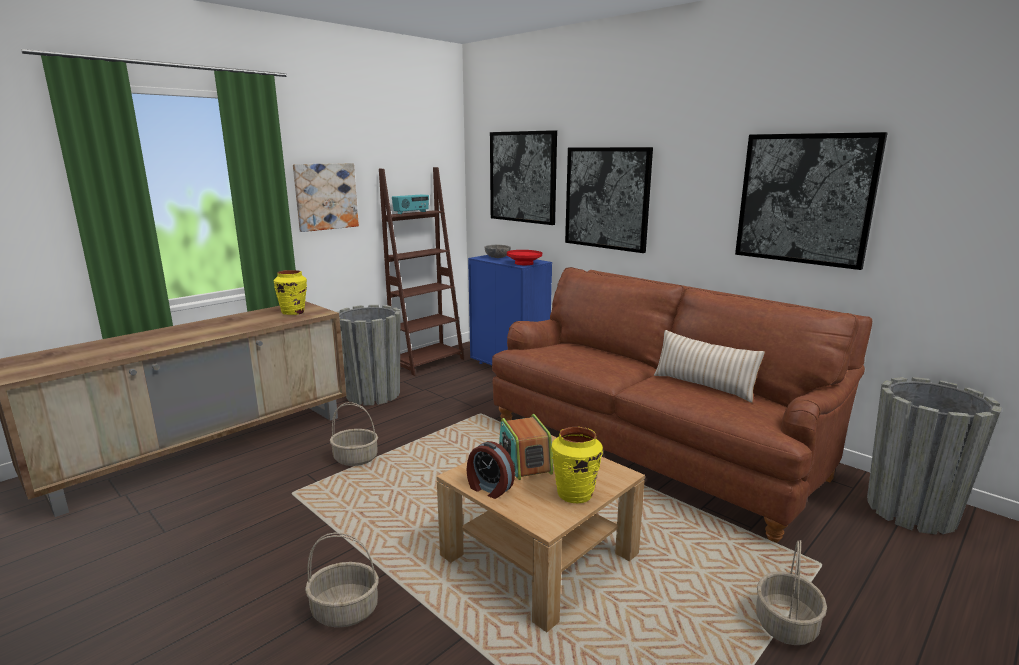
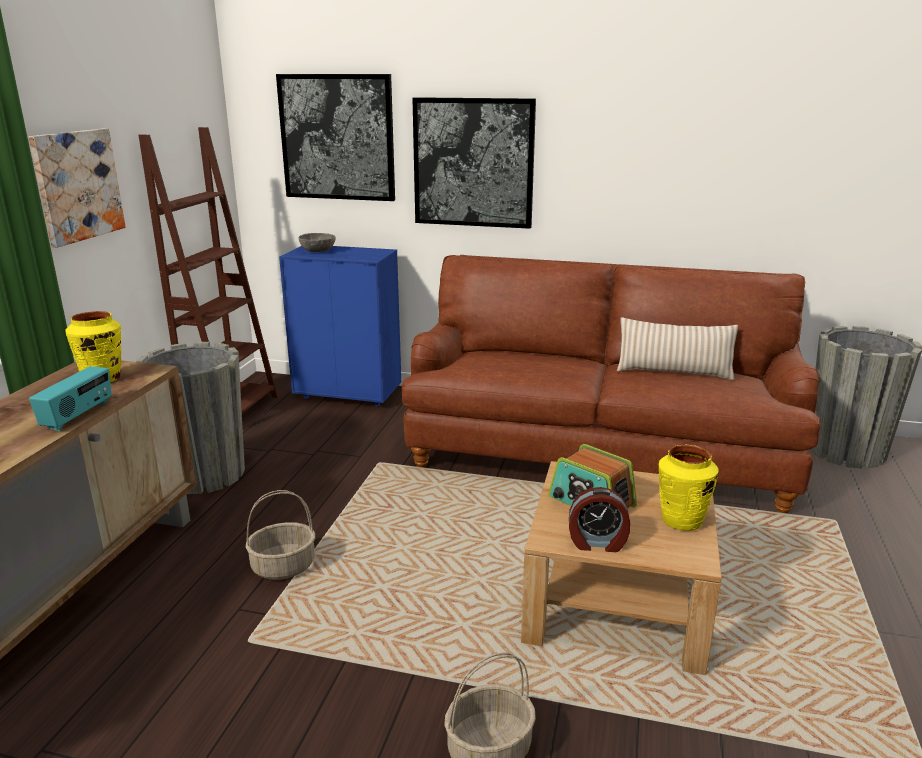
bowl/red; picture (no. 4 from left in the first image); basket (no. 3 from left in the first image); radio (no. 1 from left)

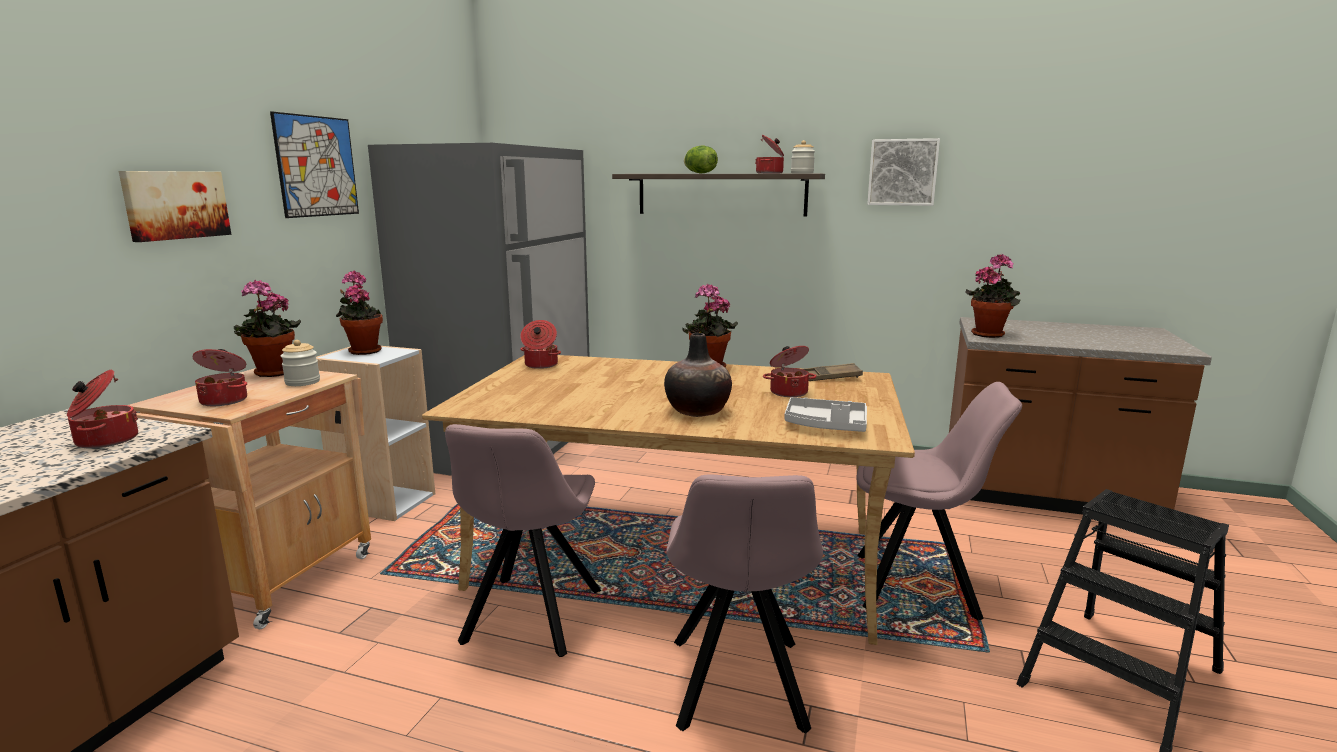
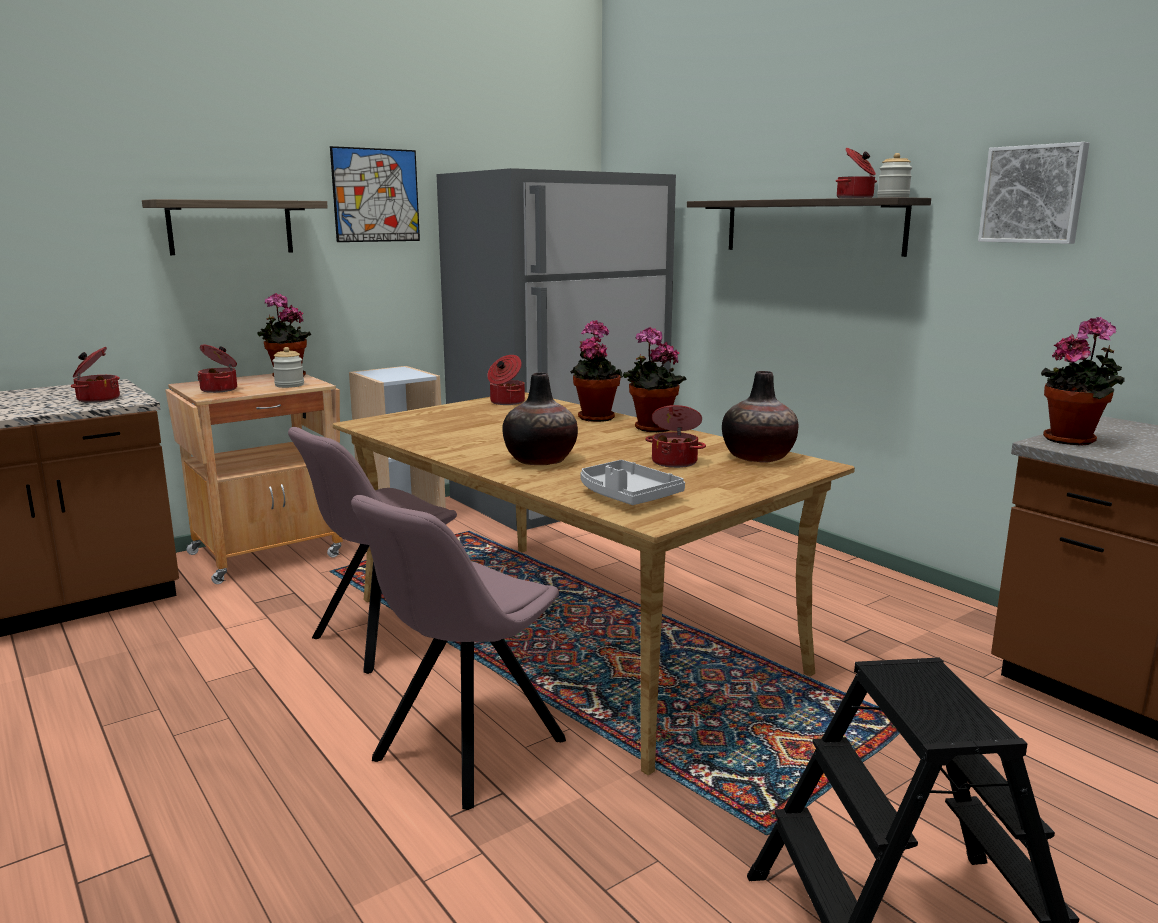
lettuce; chair/pink (no. 3 from left in the first image); potted plant (no. 2 from left); shelf (no. 1 from left); vase (no. 2 from left)

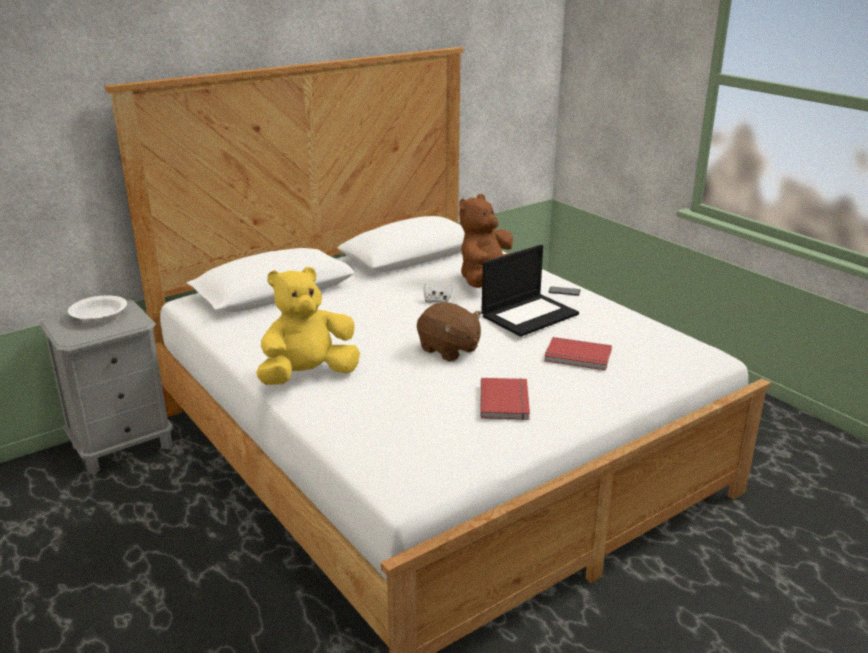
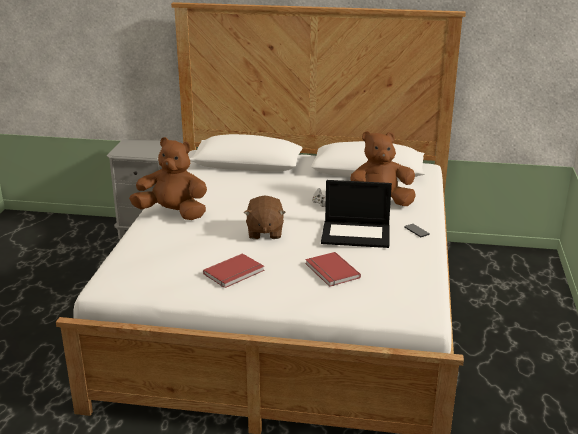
bowl/white; plush toy/brown (no. 1 from left)

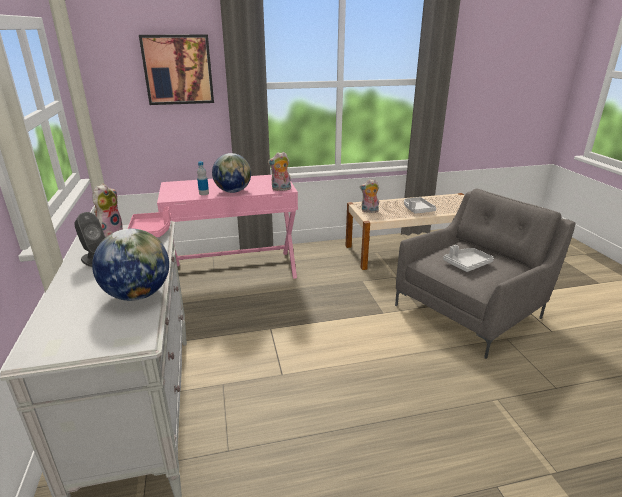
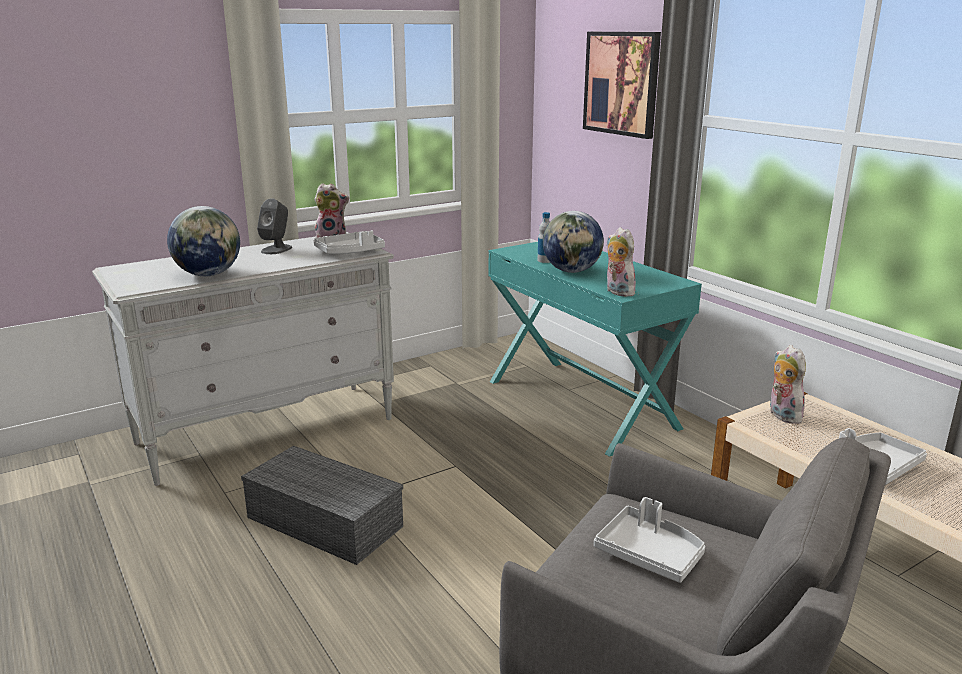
storage box/grey; tray/grey (no. 1 from left); desk/turquoise

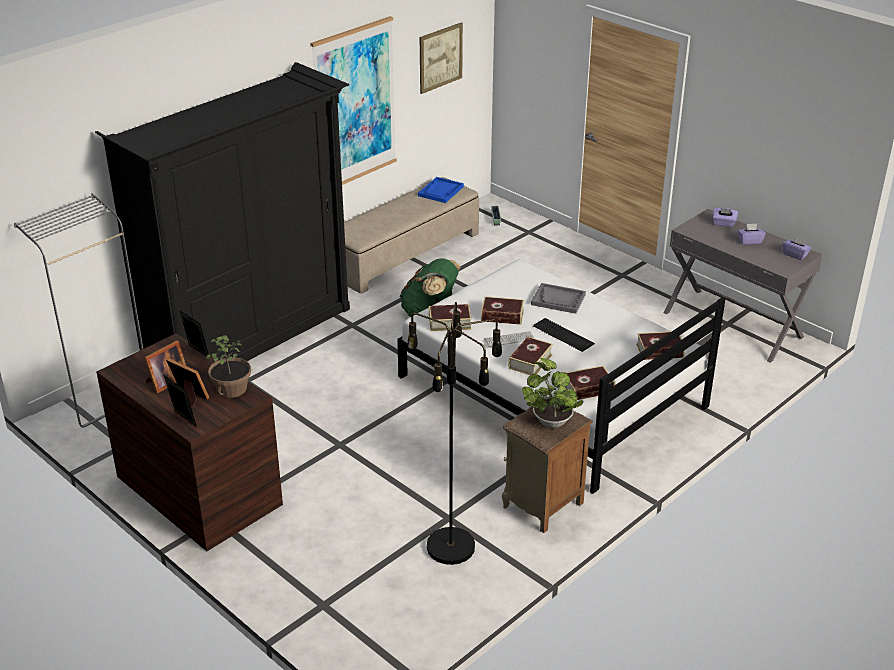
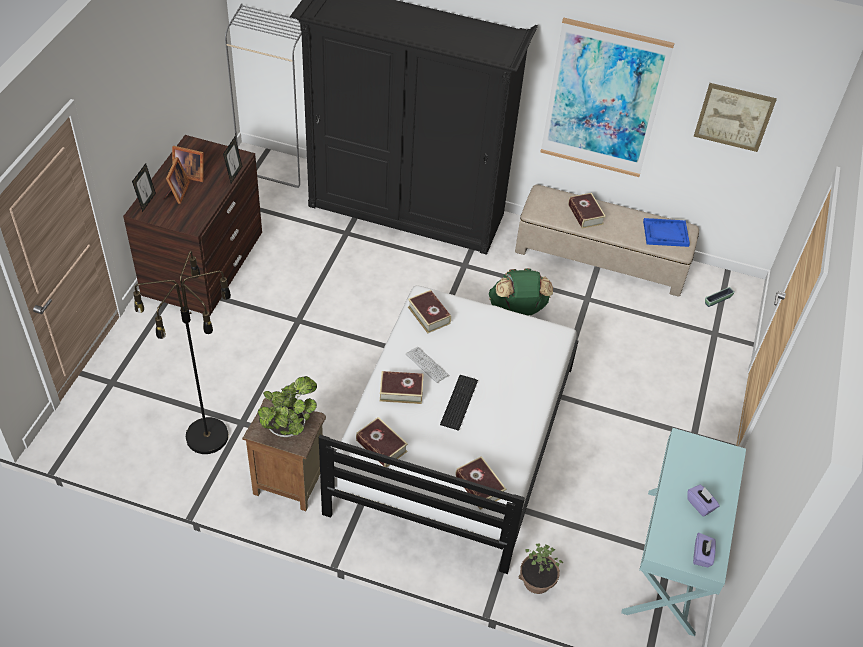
tray/grey; tissue box/purple (no. 1 from left in the first image); potted plant (no. 2 from left); book (no. 5 from left); desk/turquoise

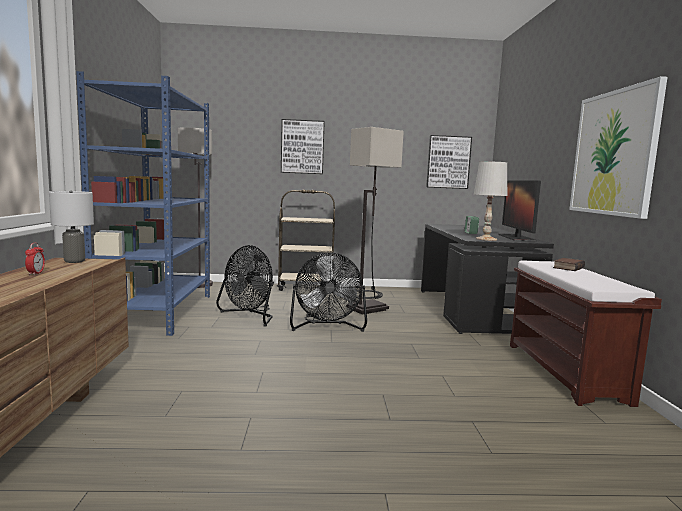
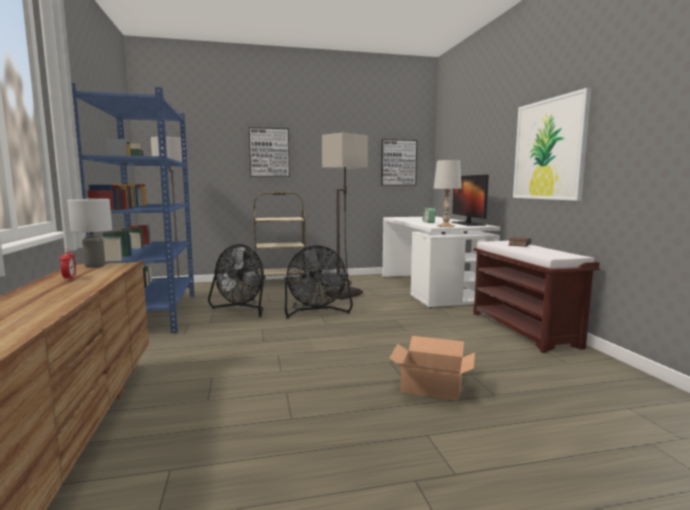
cardboard box; desk/white

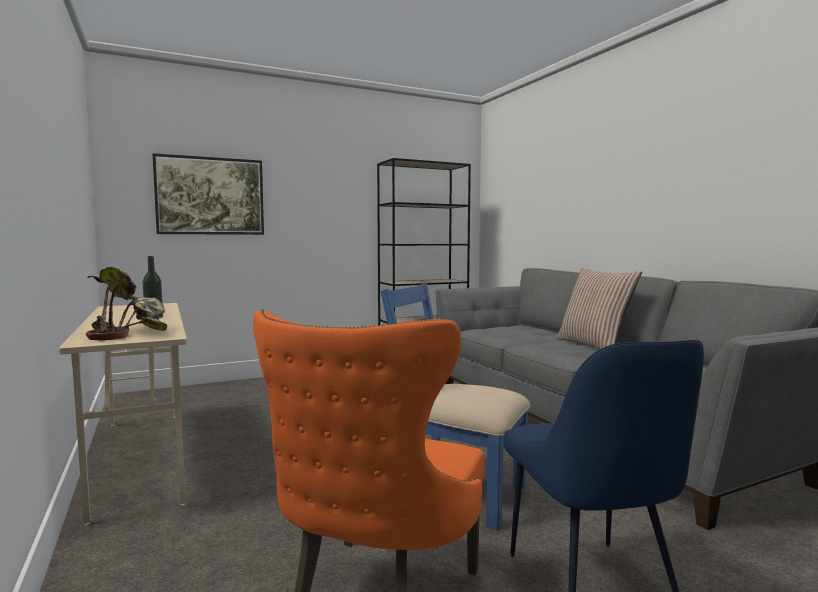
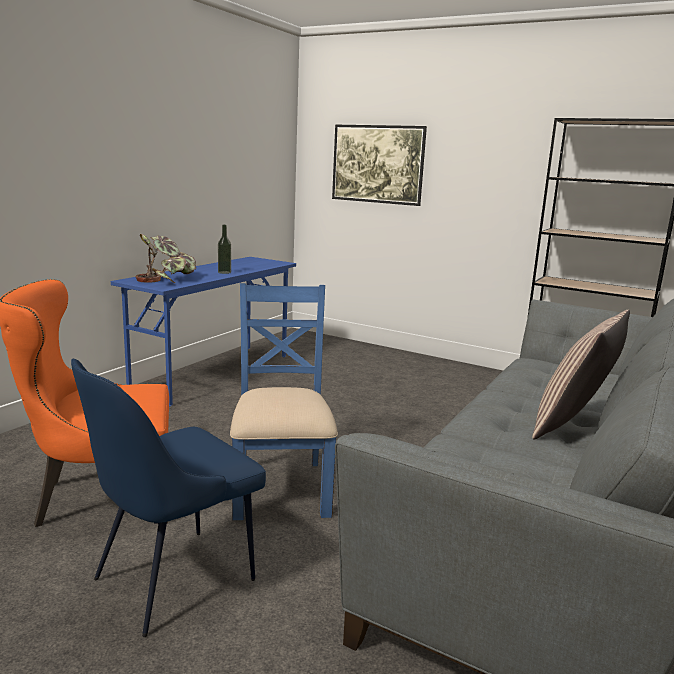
desk/blue

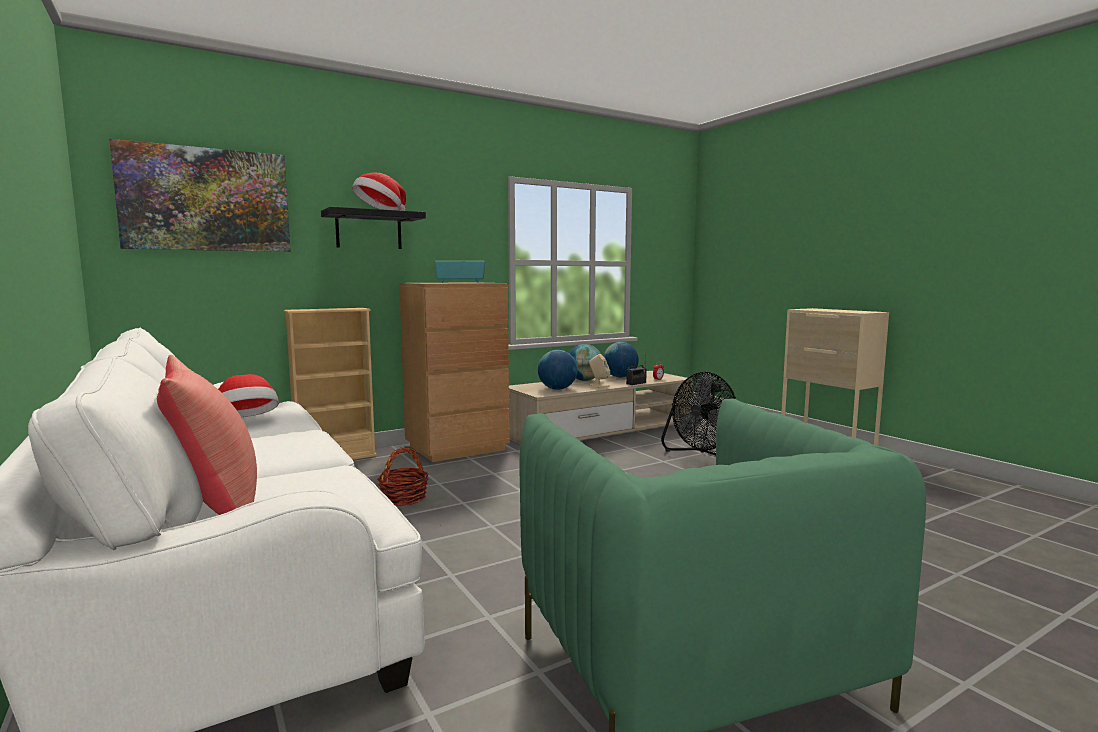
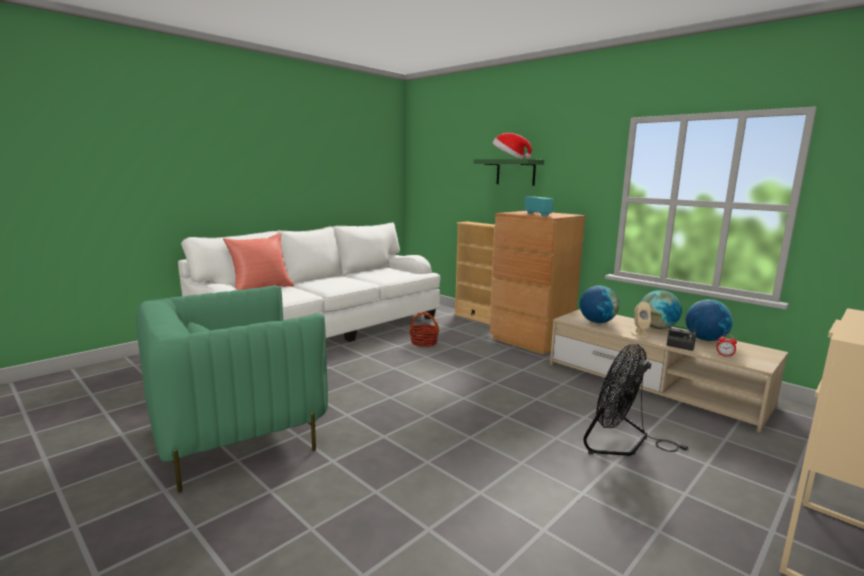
picture; hat (no. 1 from left in the first image); shelf/green

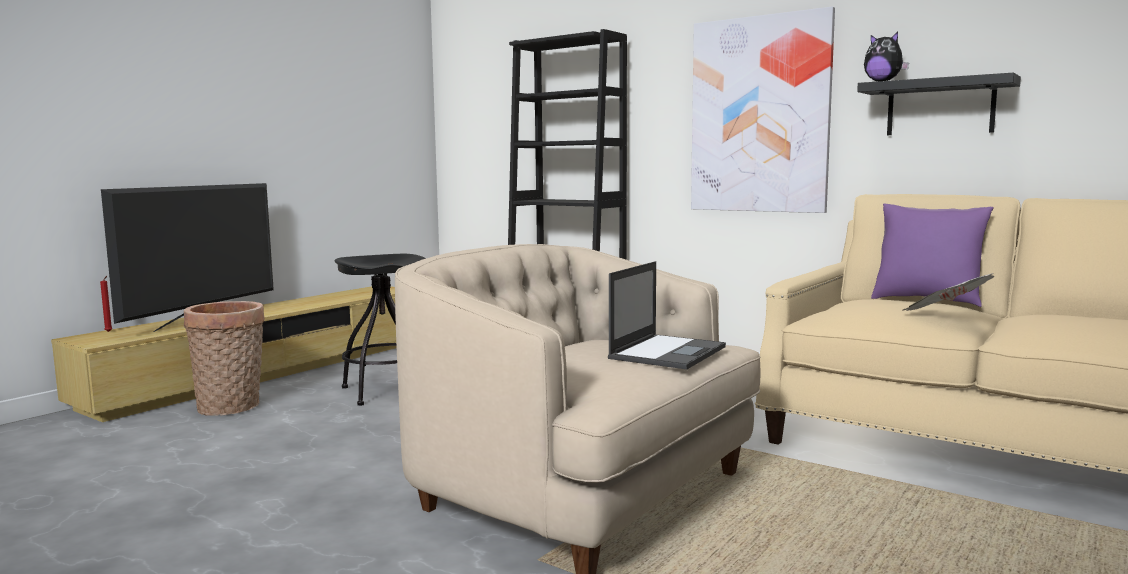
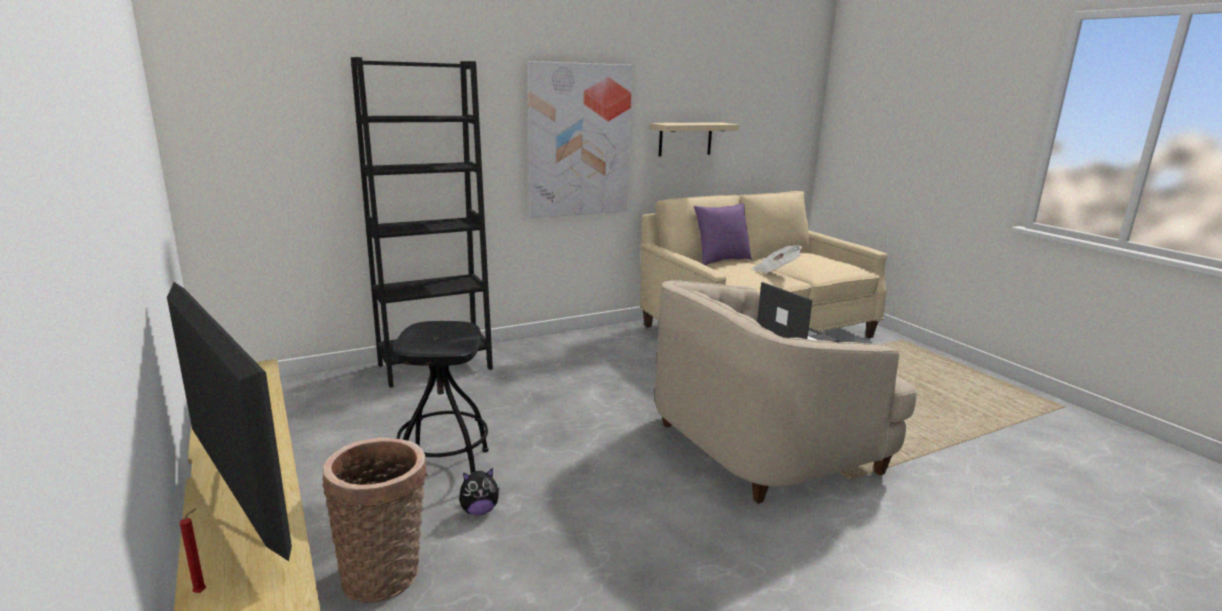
plush toy; shelf/beige

